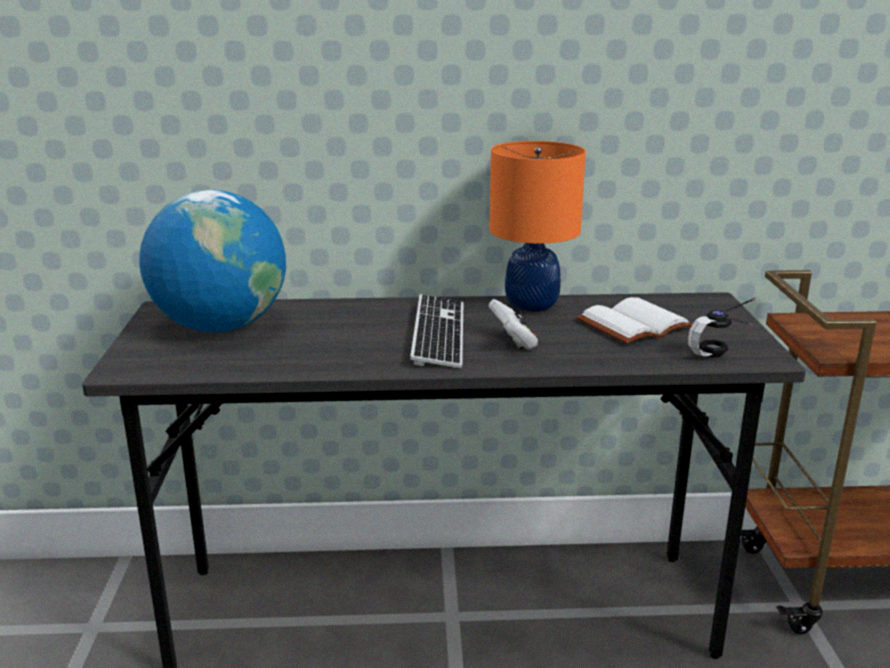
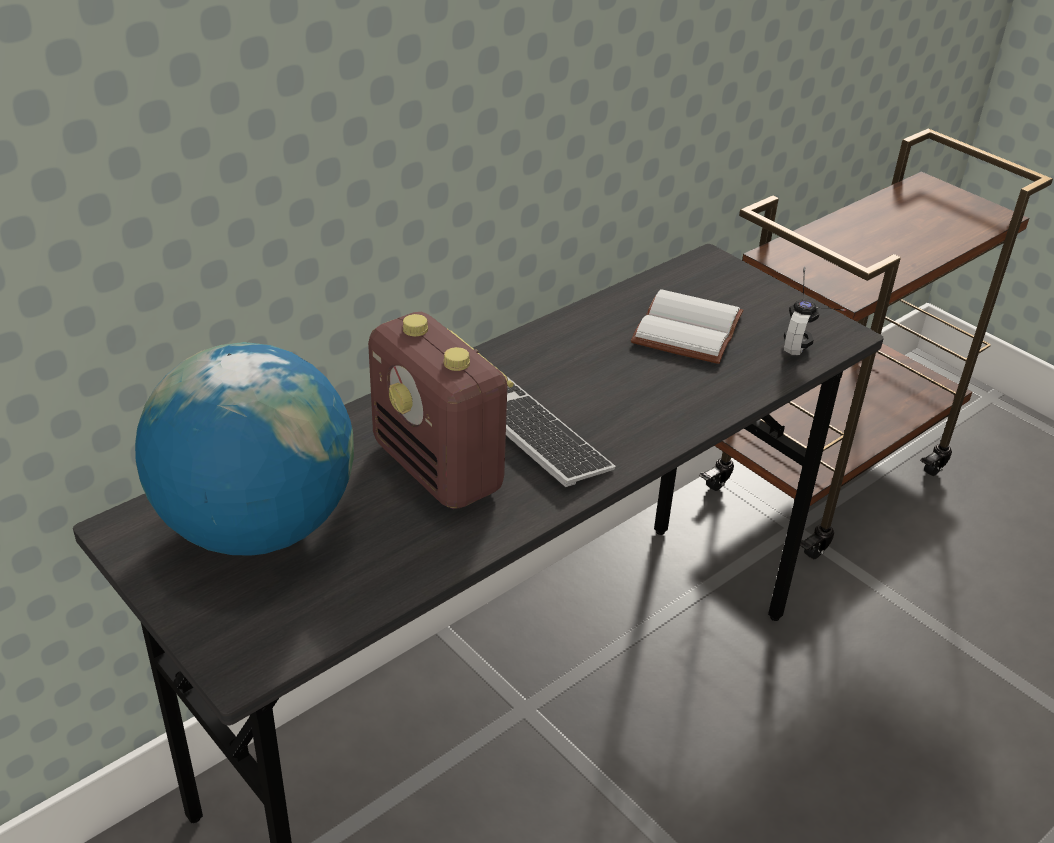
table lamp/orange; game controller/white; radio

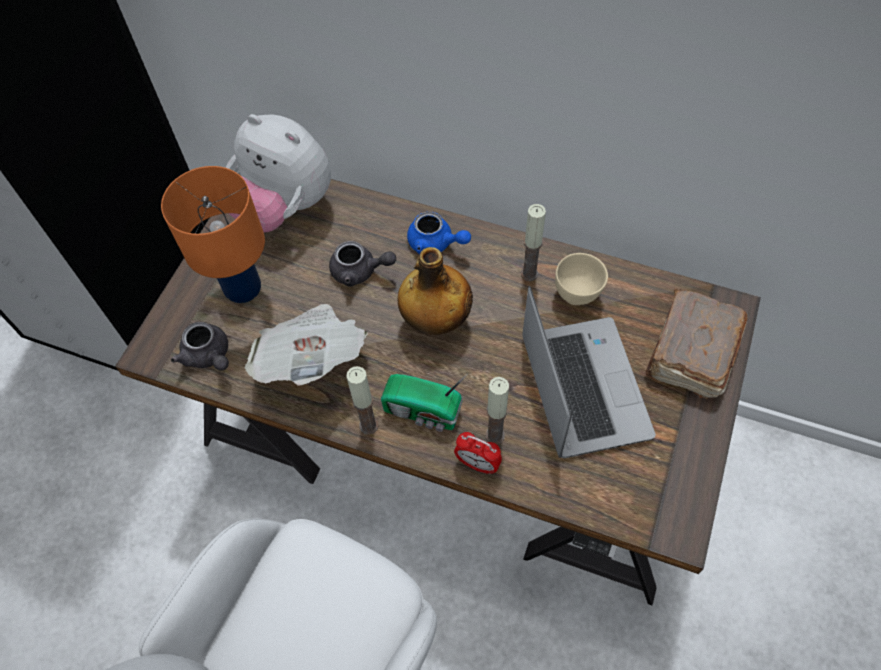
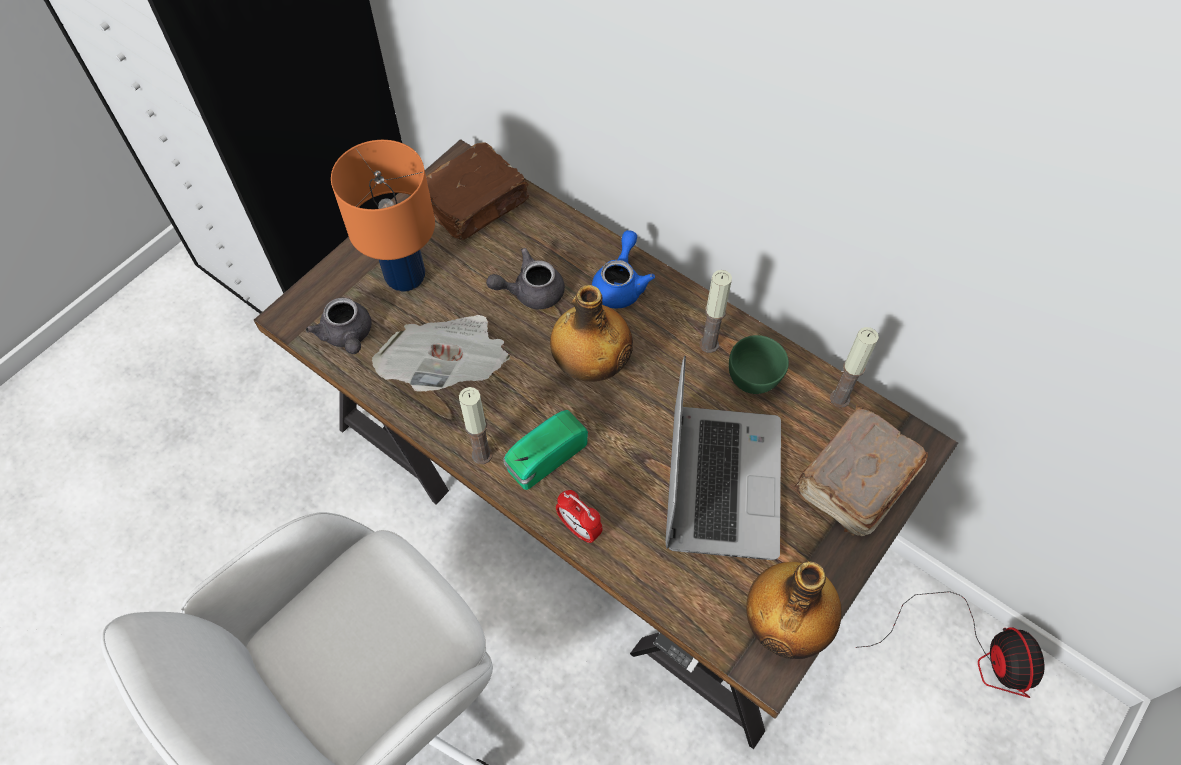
bottle (no. 2 from left); fan; candle (no. 3 from left); book/brown (no. 1 from left); bowl/green; teapot/grey (no. 2 from left); radio; teapot/blue

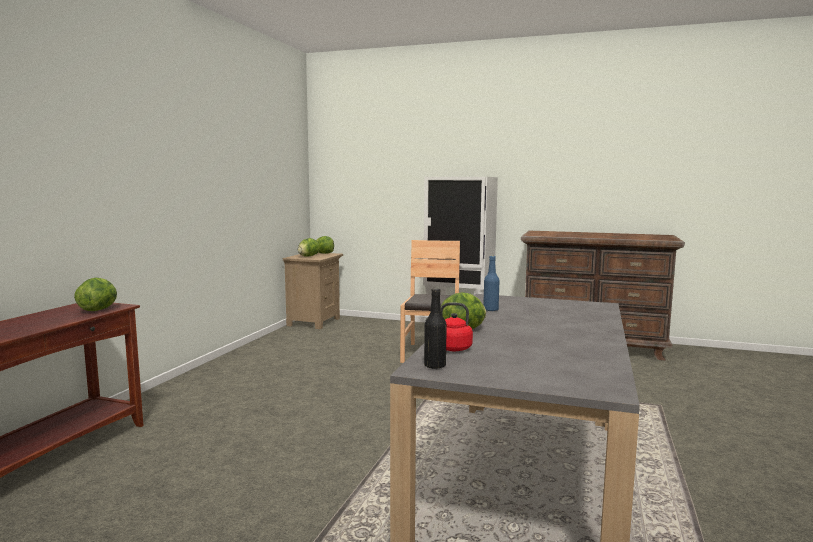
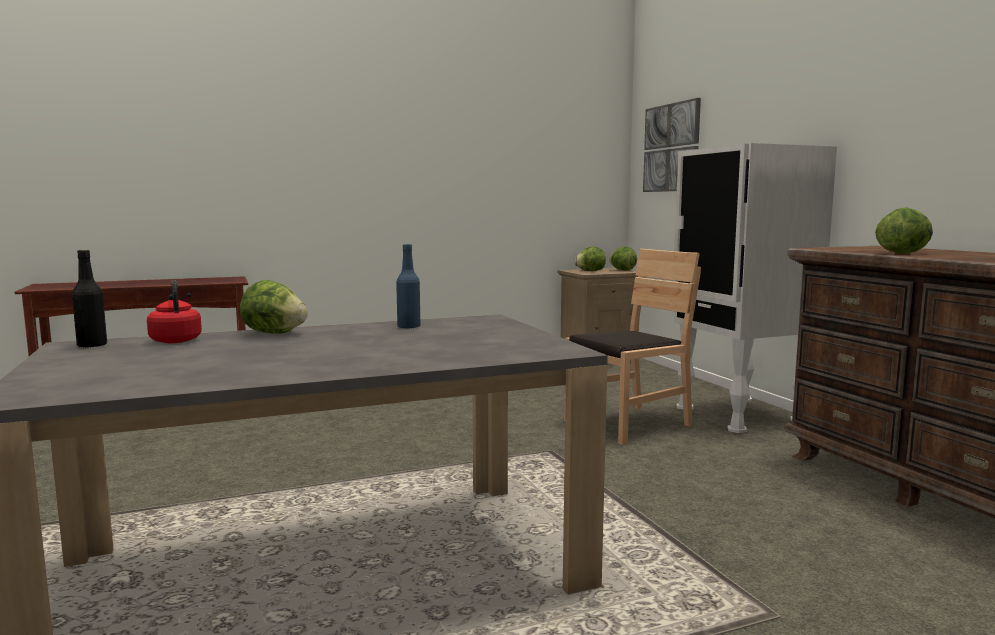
picture; lettuce (no. 4 from left)

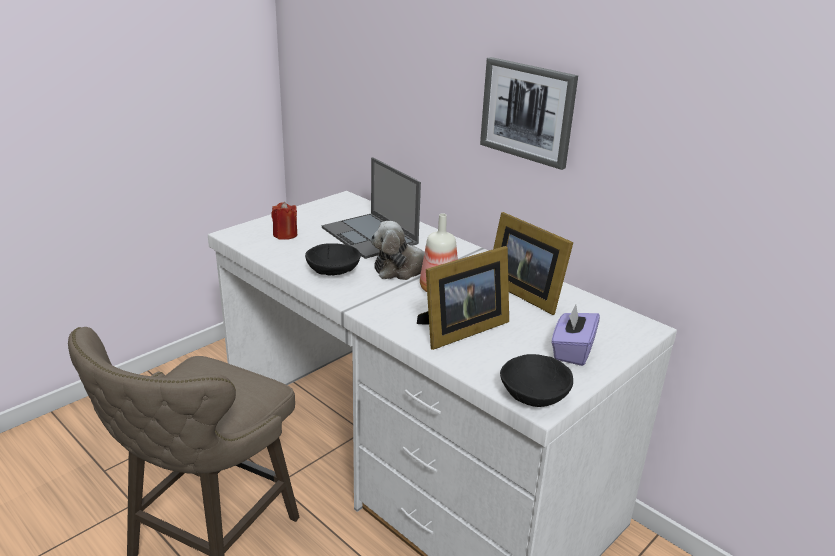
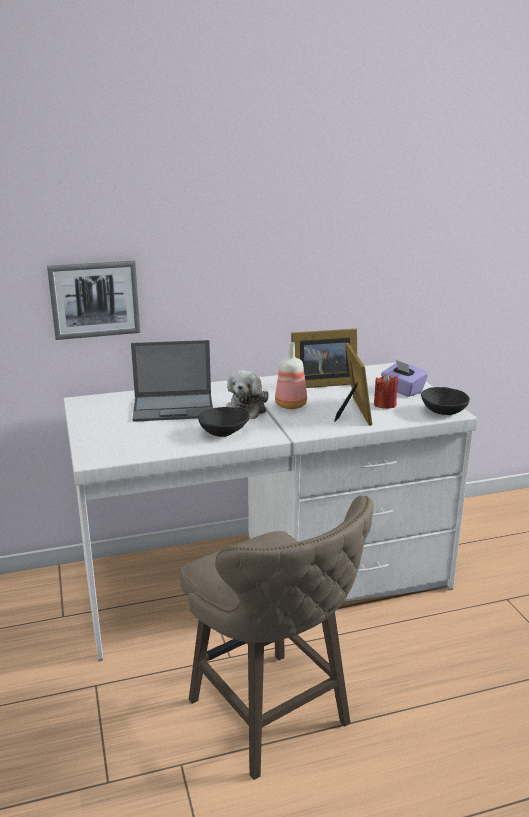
candle/red; picture

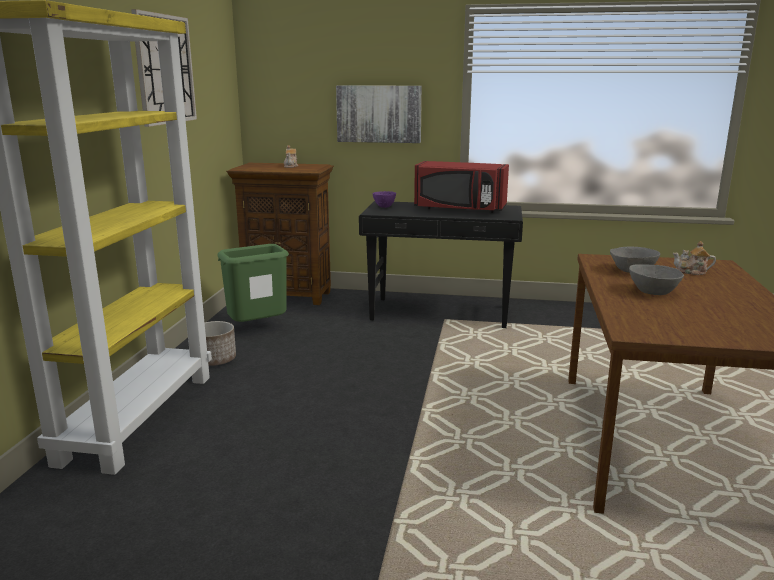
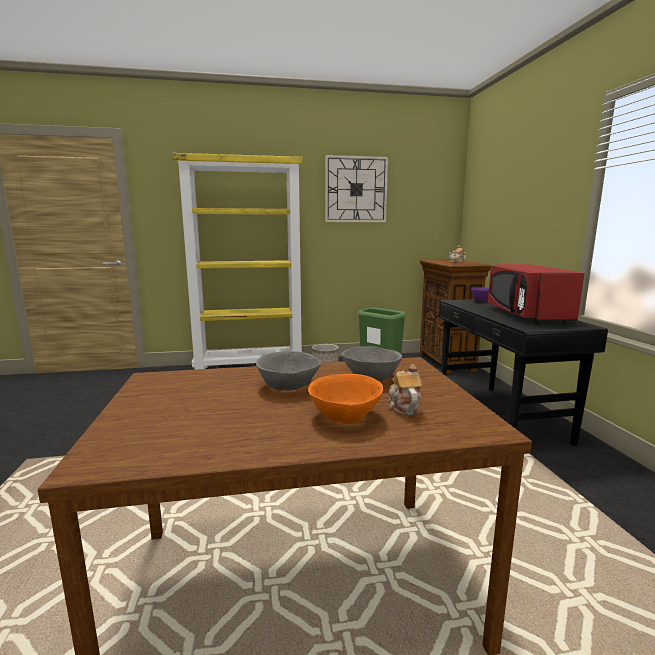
picture; bowl/orange

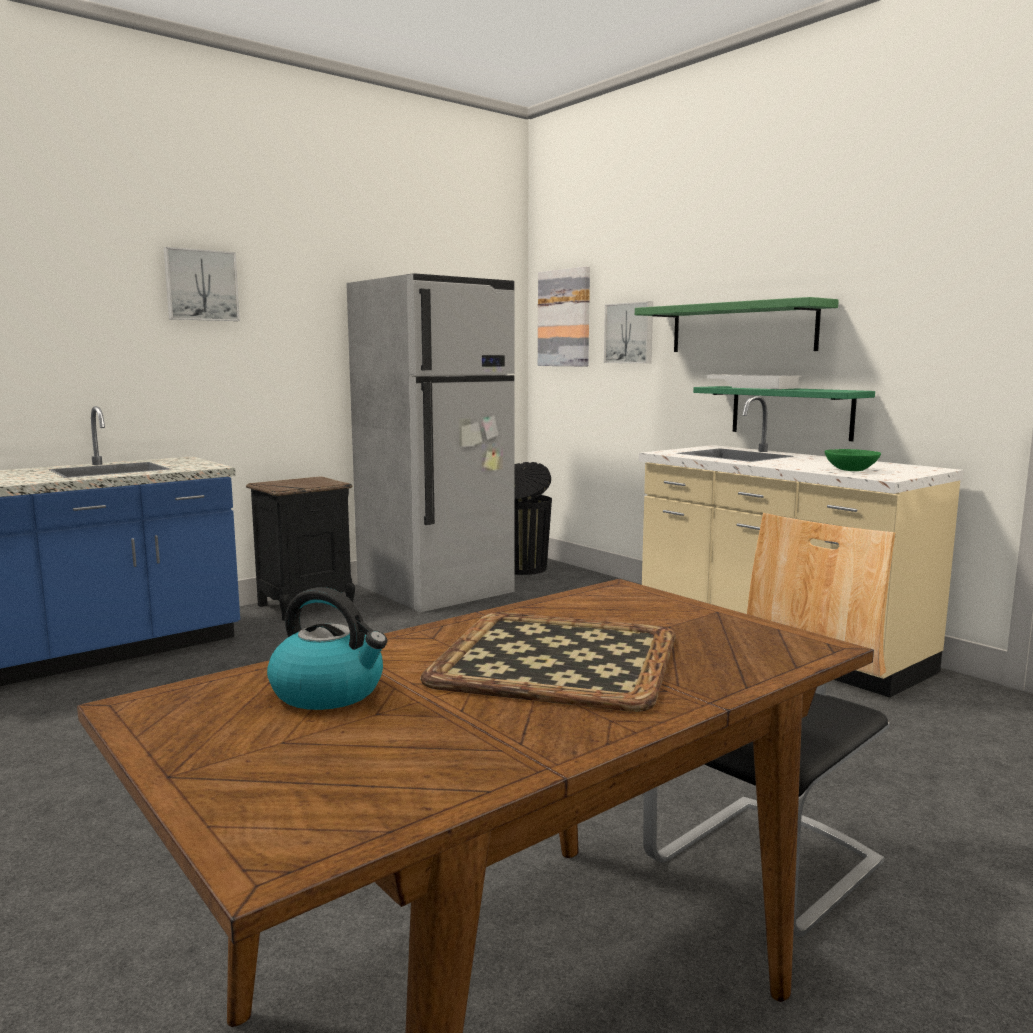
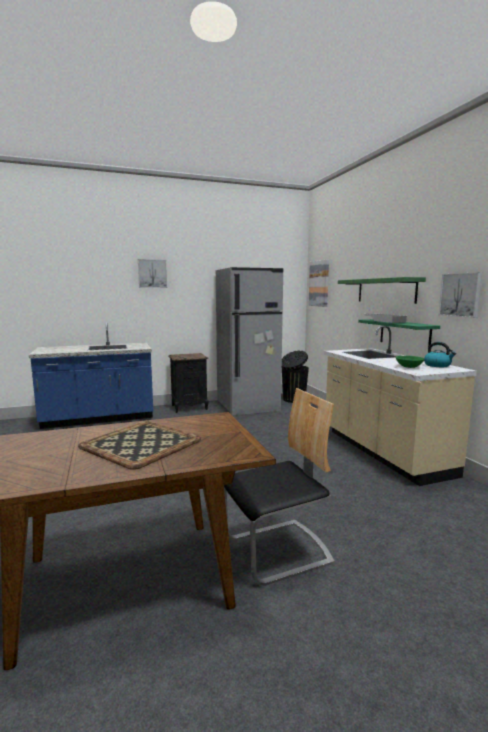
kettle; picture (no. 3 from left)

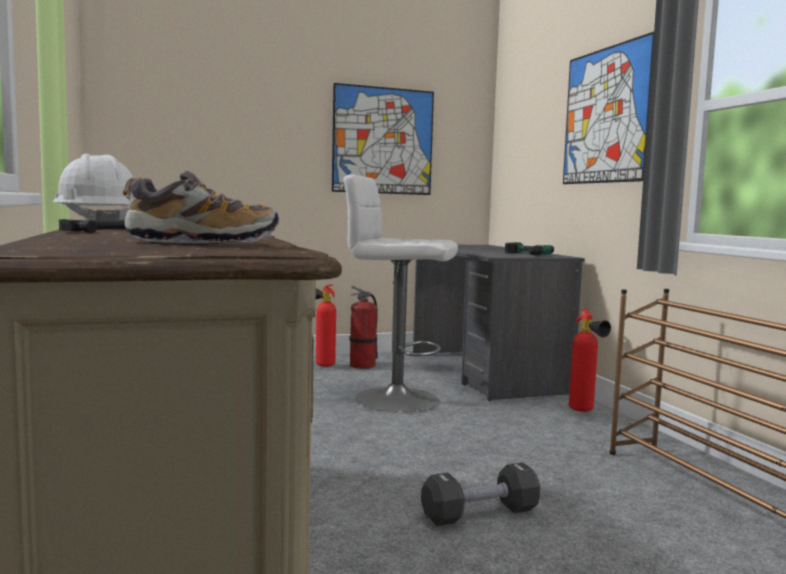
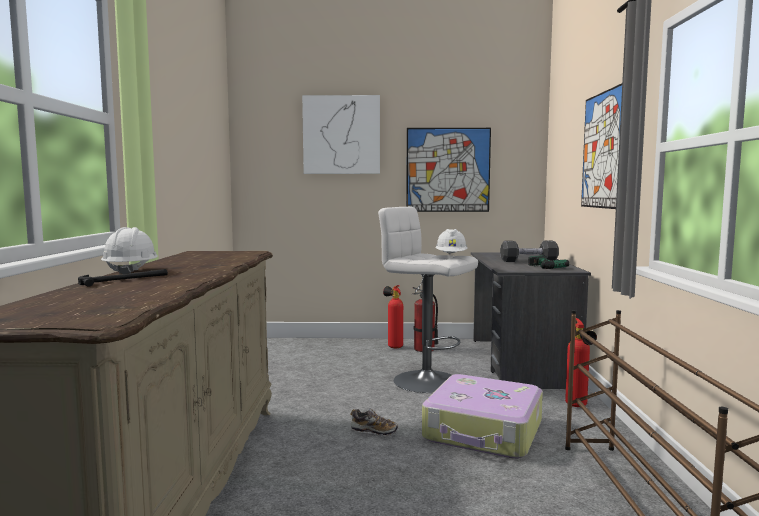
picture (no. 1 from left); suitcase; hard hat/white (no. 2 from left); shoe; dumbbell/black

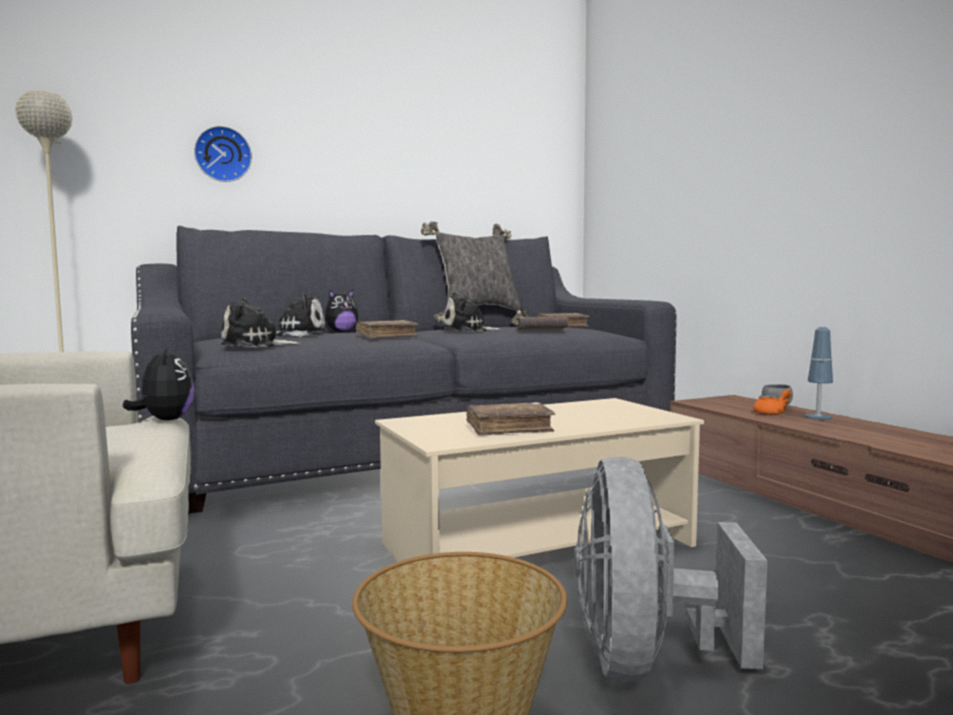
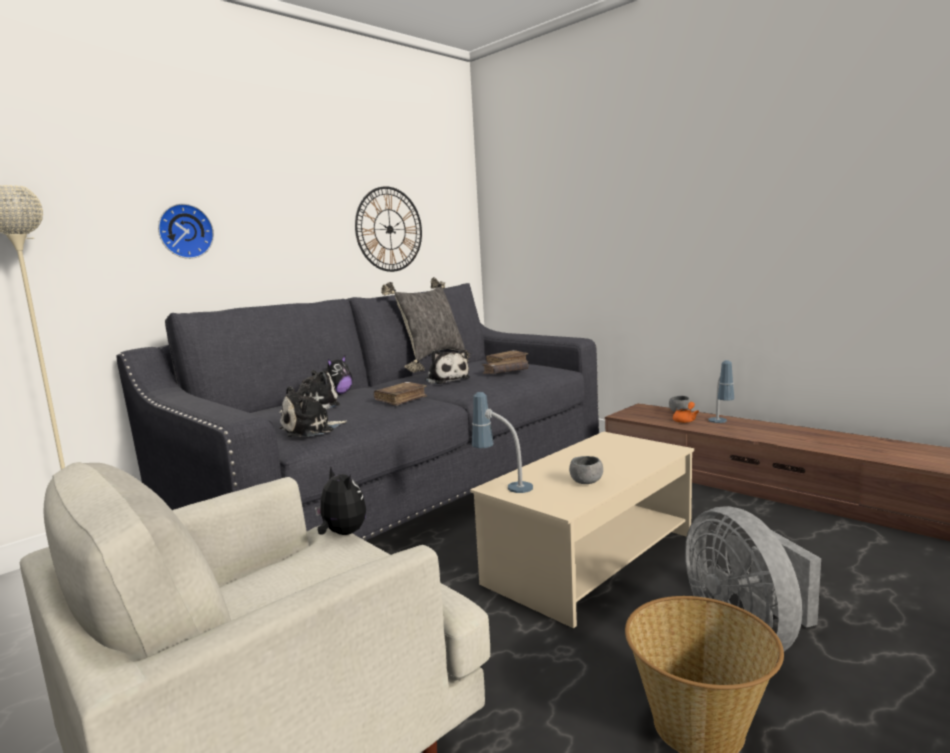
wall clock (no. 2 from left); table lamp (no. 1 from left); bowl/grey (no. 1 from left); plush toy (no. 5 from left)

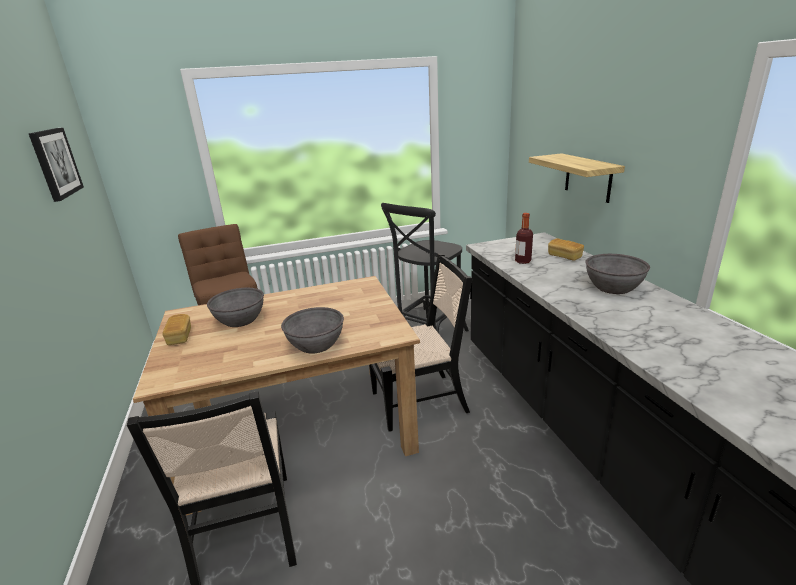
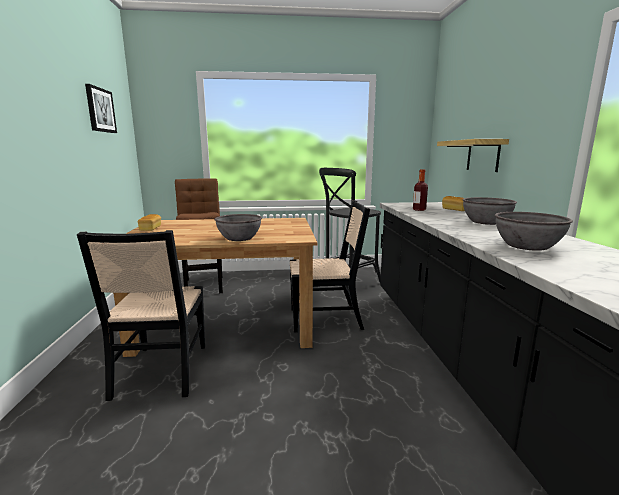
bowl/grey (no. 3 from left)

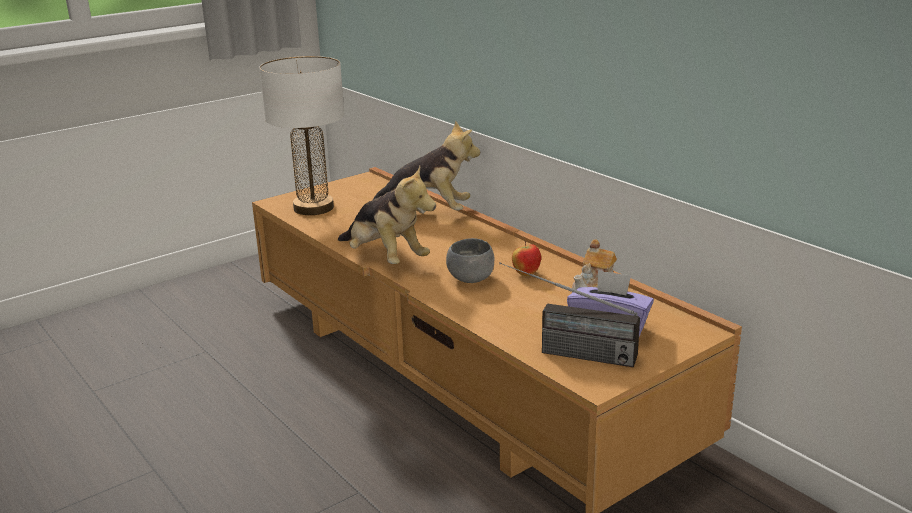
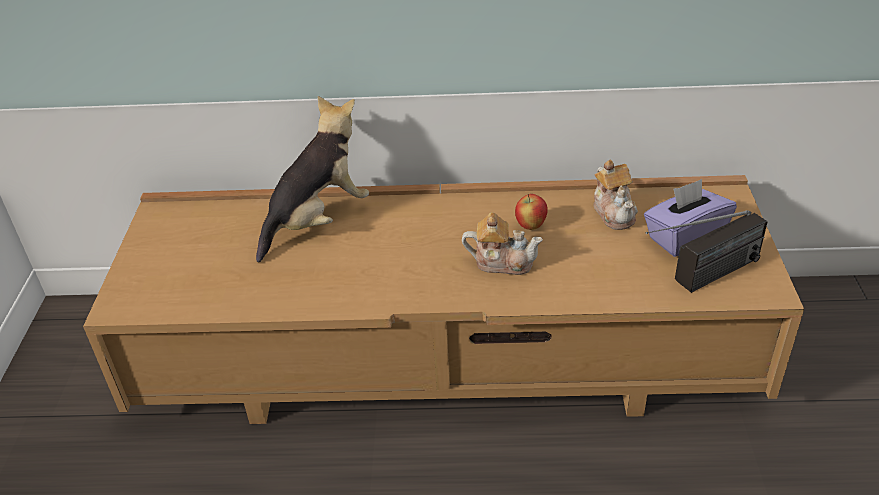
table lamp; plush toy (no. 1 from left in the first image); teapot (no. 1 from left)

